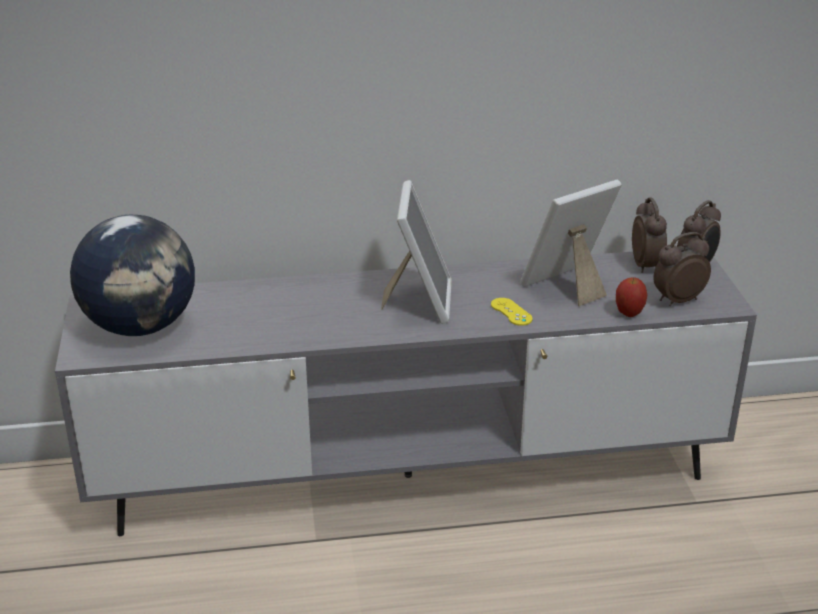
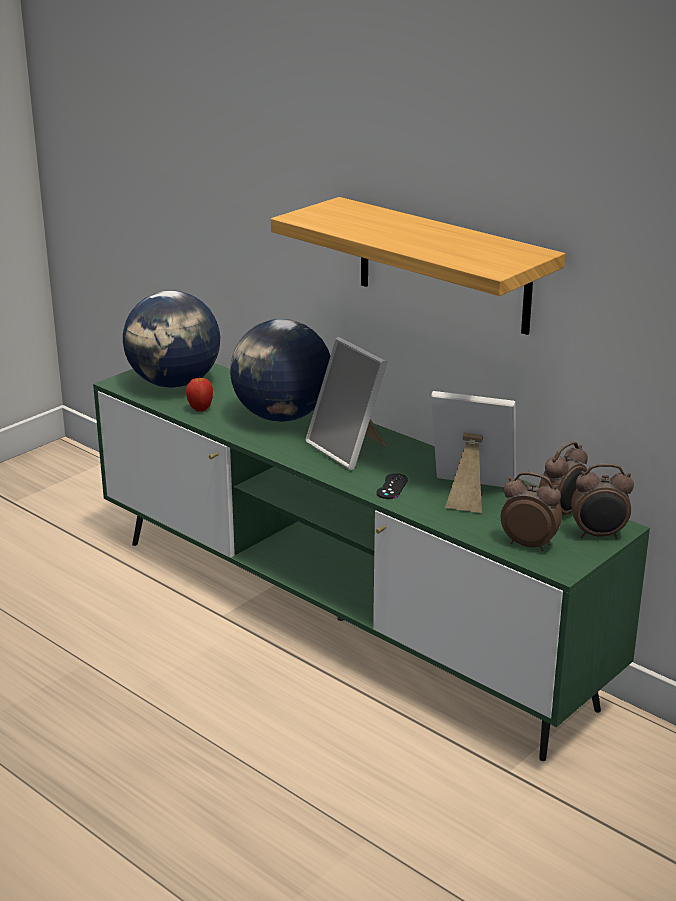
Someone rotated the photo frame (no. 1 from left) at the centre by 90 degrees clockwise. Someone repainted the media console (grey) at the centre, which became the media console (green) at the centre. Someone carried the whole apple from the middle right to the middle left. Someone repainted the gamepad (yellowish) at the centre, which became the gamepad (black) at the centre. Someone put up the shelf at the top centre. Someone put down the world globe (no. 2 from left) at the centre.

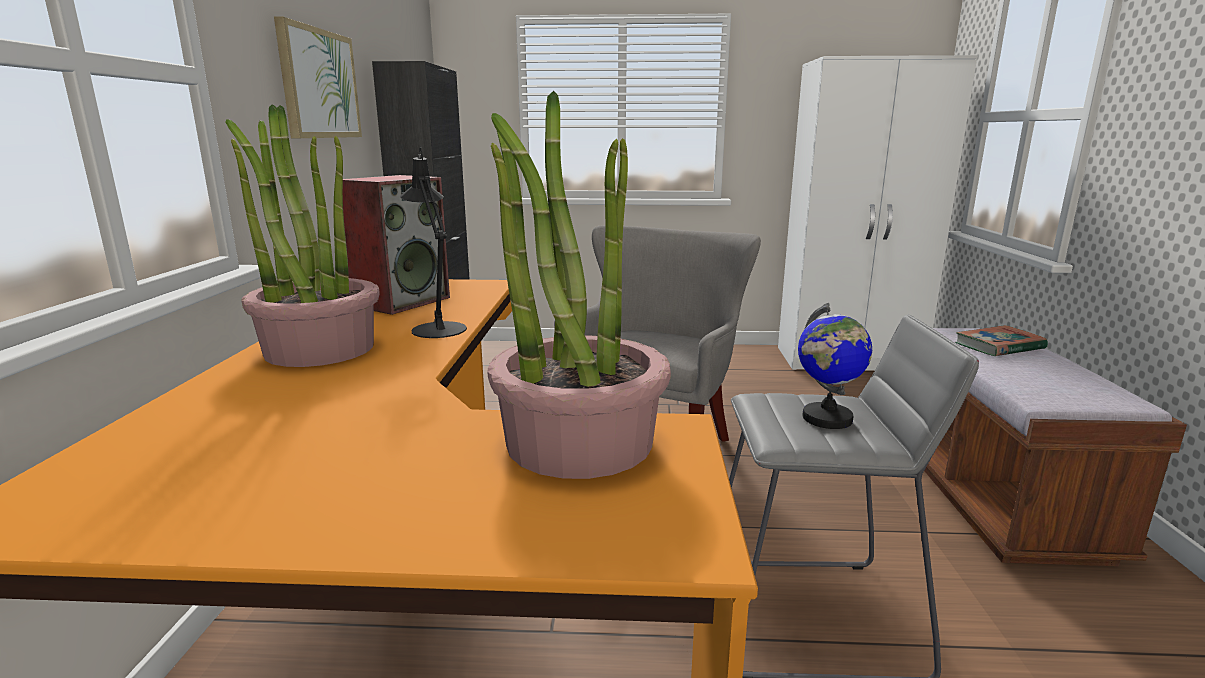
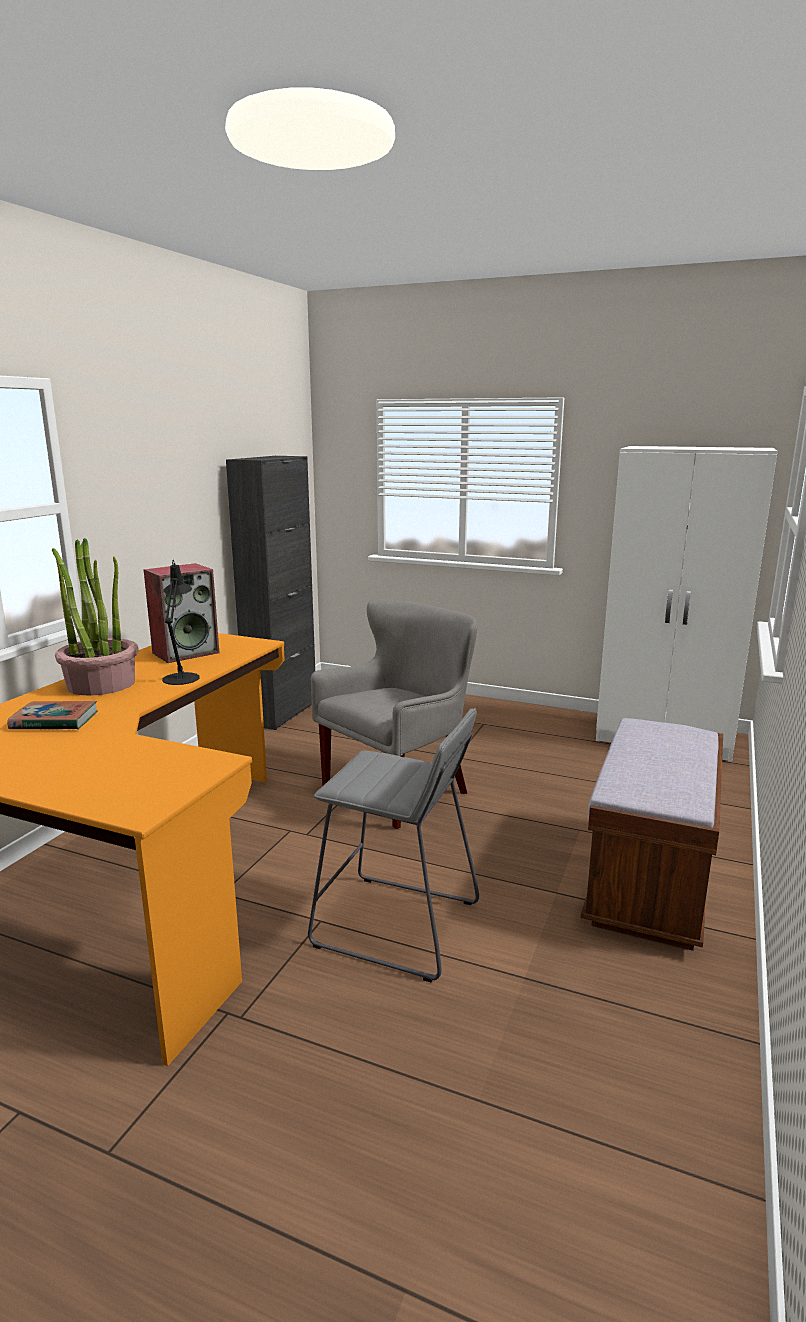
Someone took away the picture at the top left. Someone took away the potted plant (no. 2 from left) at the centre. Someone took away the world globe at the middle right. Someone carried the volume from the middle right to the middle left.

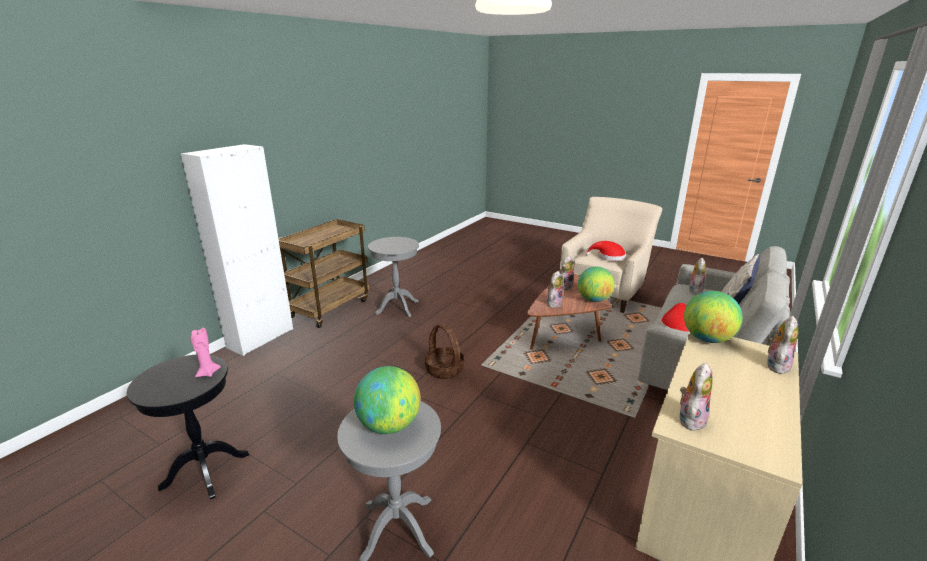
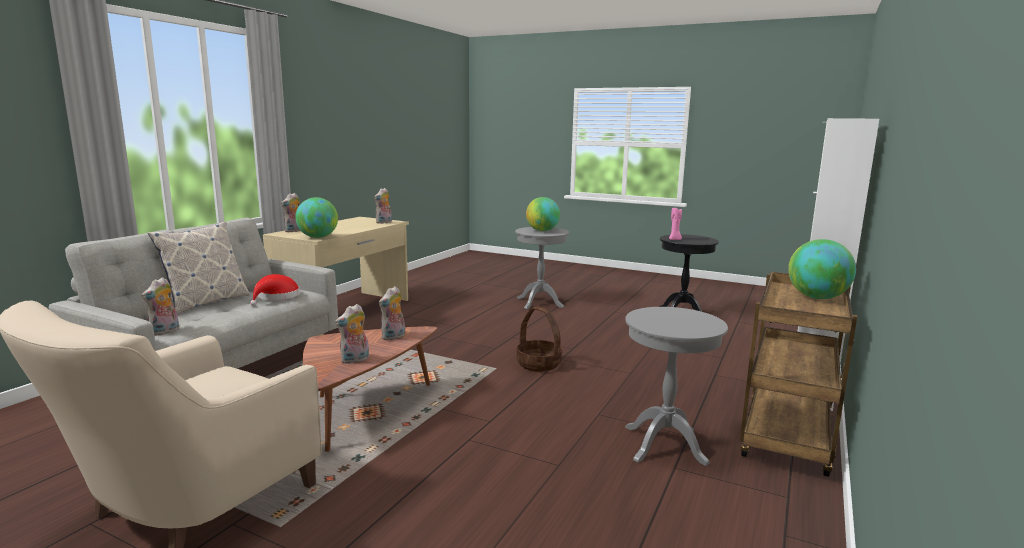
Someone took away the hat (red-coloured) (no. 1 from left) at the centre. Someone carried the world globe (no. 2 from left in the first image) from the centre to the middle right.

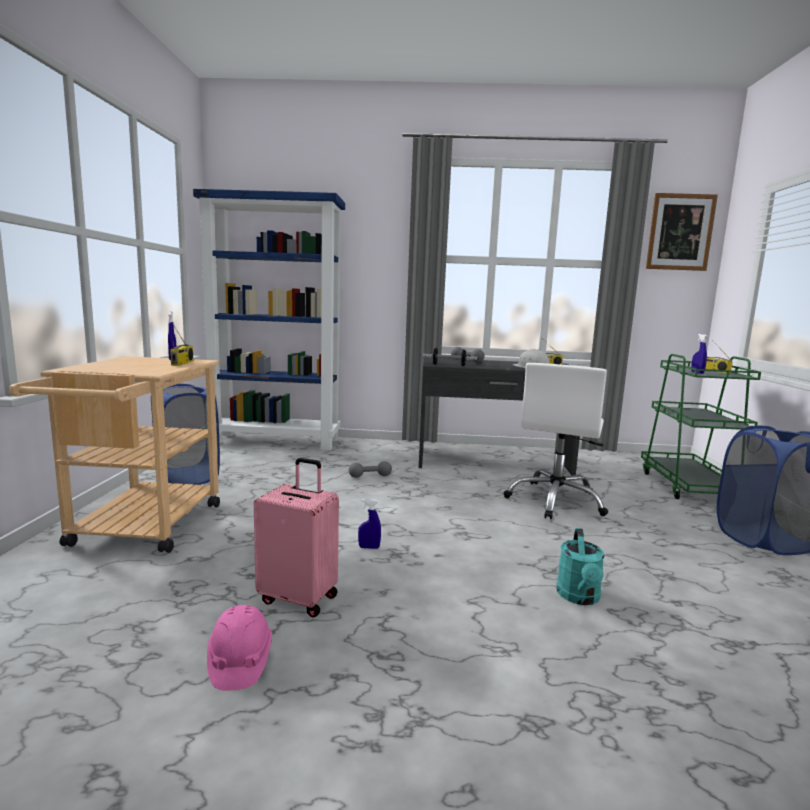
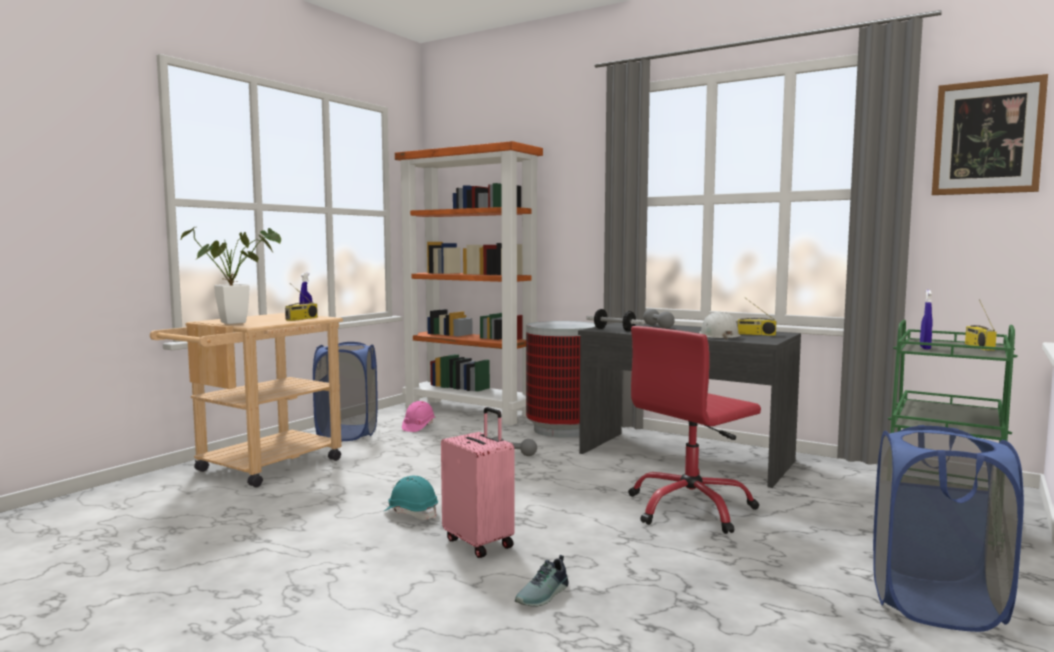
Someone repainted the shelving unit (blue-coloured) at the middle left, which became the shelving unit (orange) at the centre. Someone repainted the computer chair (whitish) at the middle right, which became the computer chair (red-coloured) at the centre. Someone carried the travel case (pinkish) from the centre to the bottom centre. Someone swapped the sprayer (blue-coloured) (no. 2 from left) at the centre for the work helmet (turquoise-coloured) at the bottom centre. Someone swapped the watering pot (turquoise-coloured) at the bottom right for the shoe at the bottom centre. Someone carried the work helmet (pinkish) from the bottom left to the centre. Someone put down the potted plant at the middle left. Someone put down the rubbish bin at the centre.

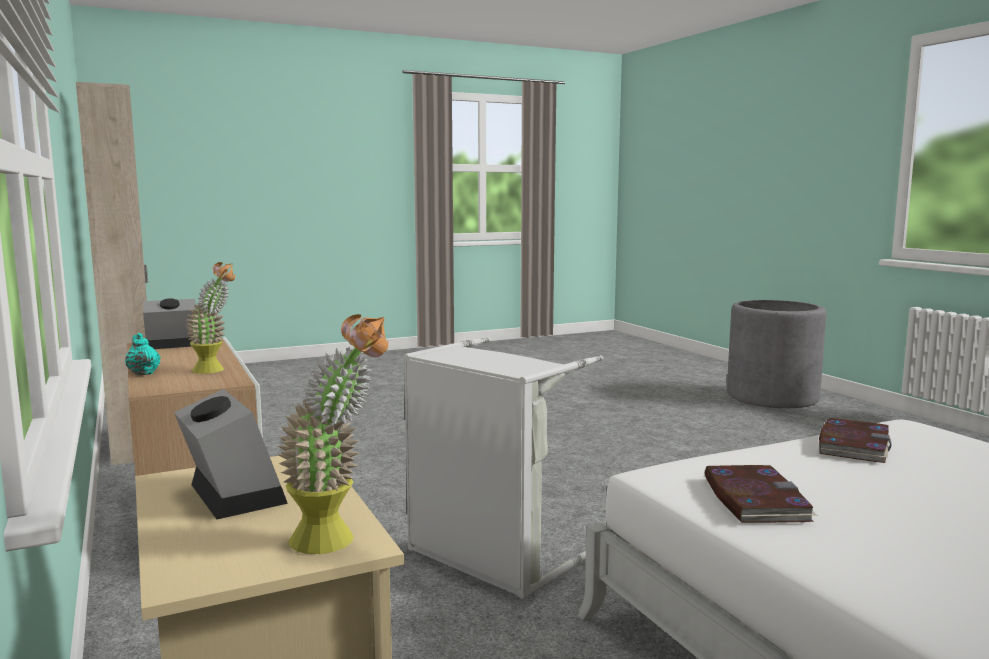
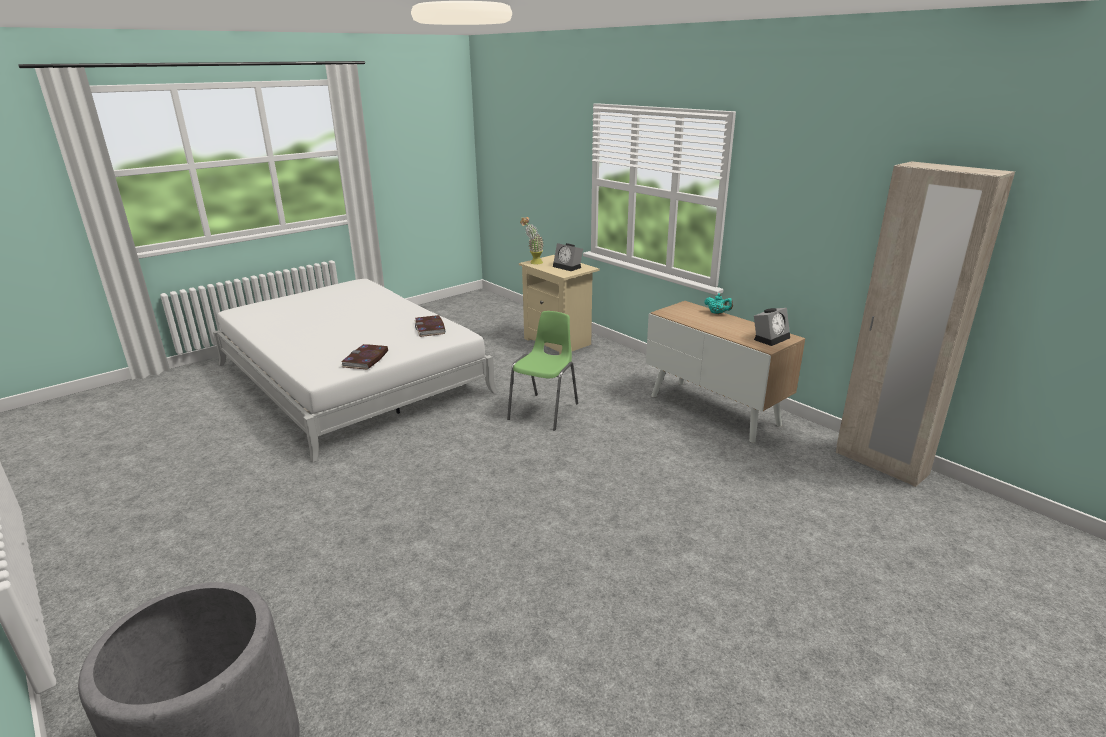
Someone took away the potted plant (no. 1 from left) at the middle left. Someone swapped the hamper (grey) at the bottom centre for the plain chair (green) at the centre.

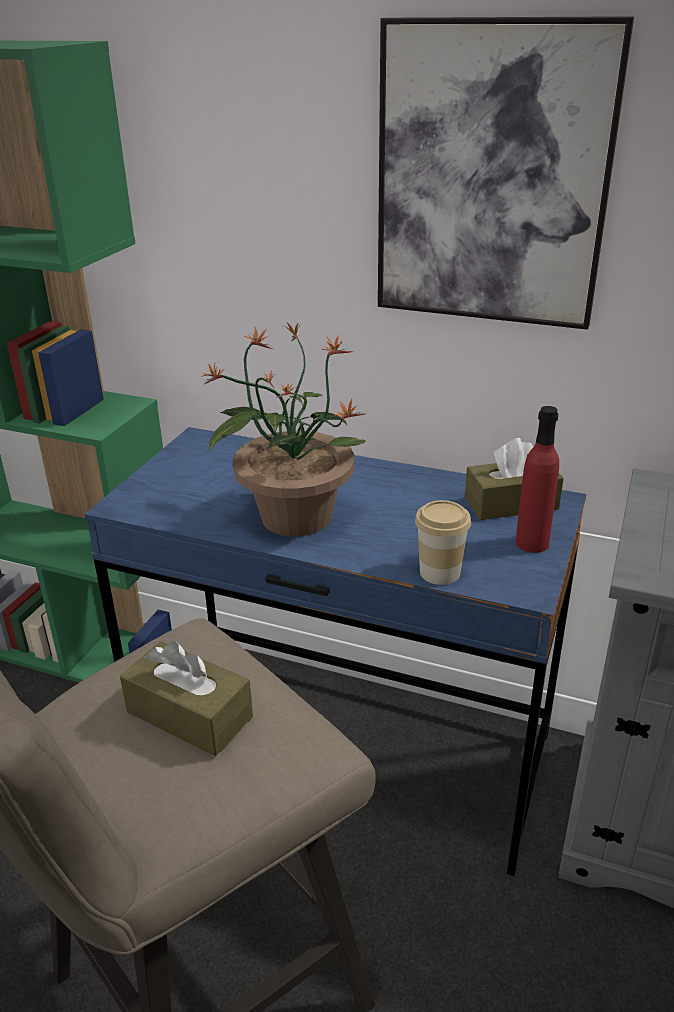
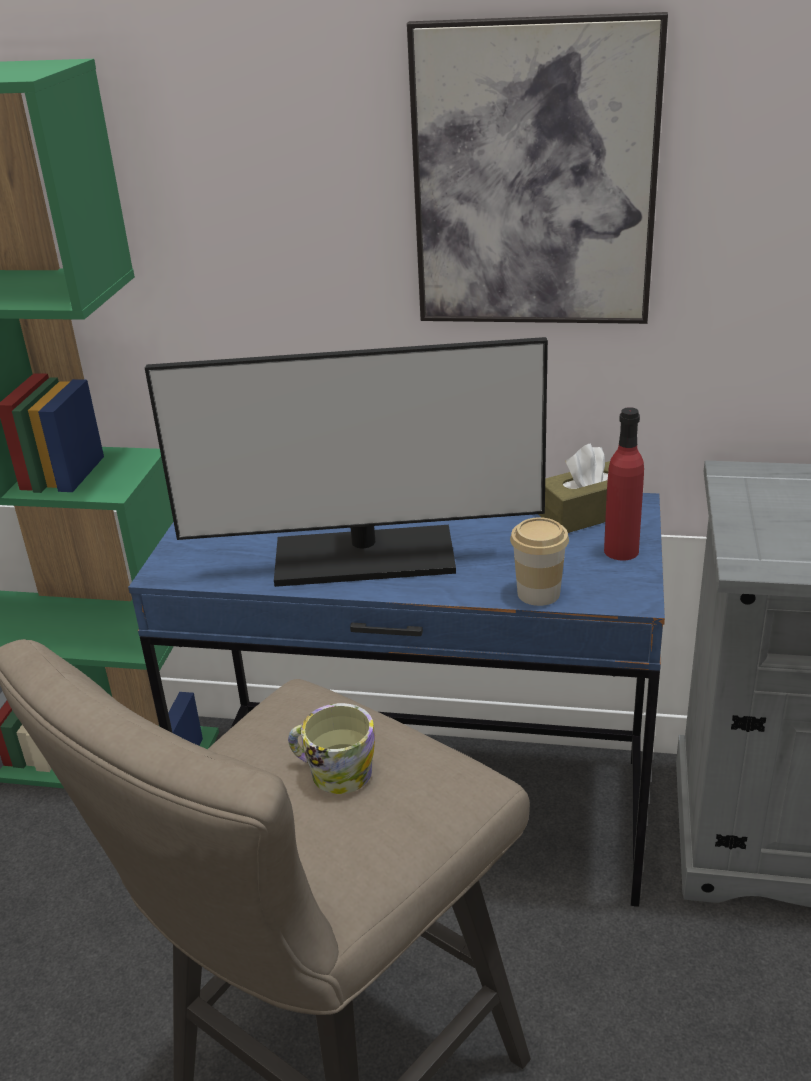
Someone swapped the potted plant at the centre for the computer screen at the centre. Someone swapped the tissue box (brown) (no. 1 from left) at the bottom left for the coffee mug at the bottom centre.

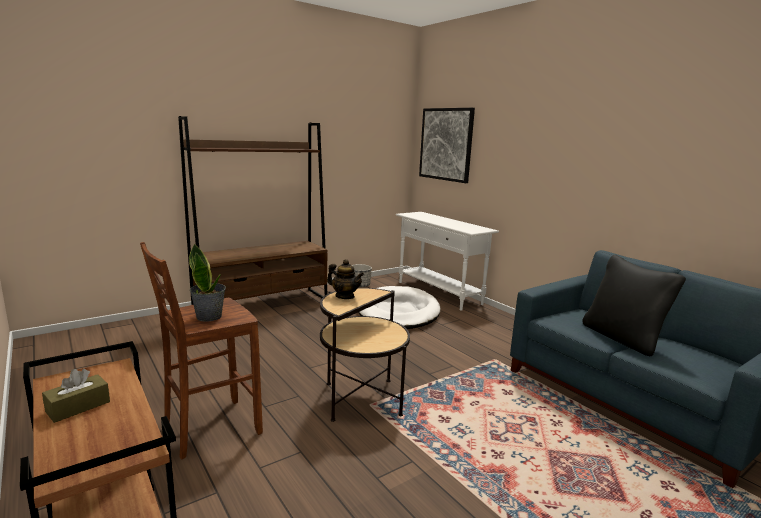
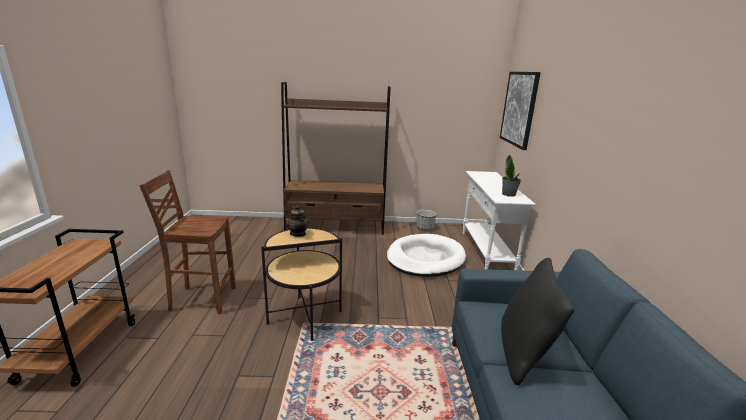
Someone carried the potted plant from the middle left to the middle right. Someone took away the tissue box (brown) at the bottom left.

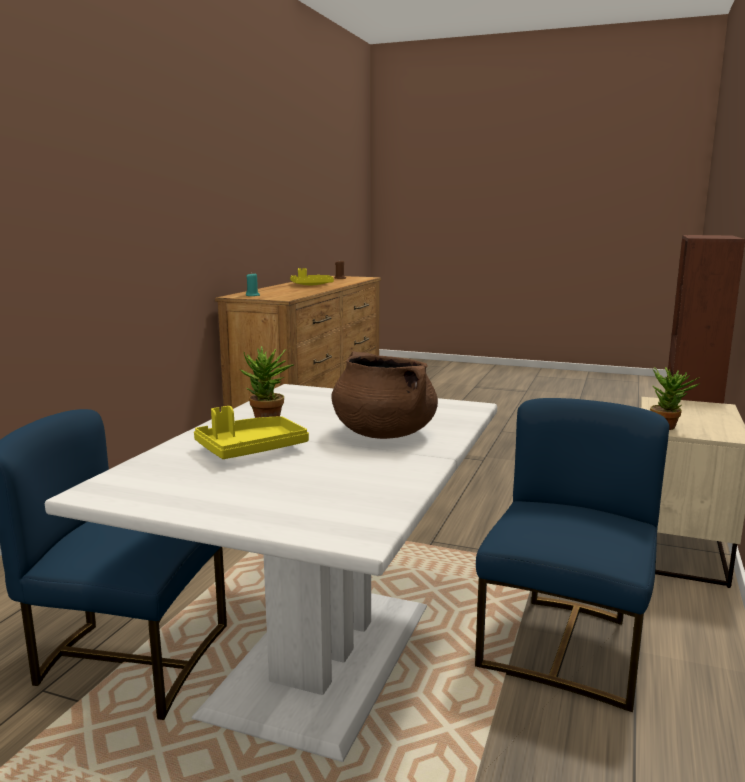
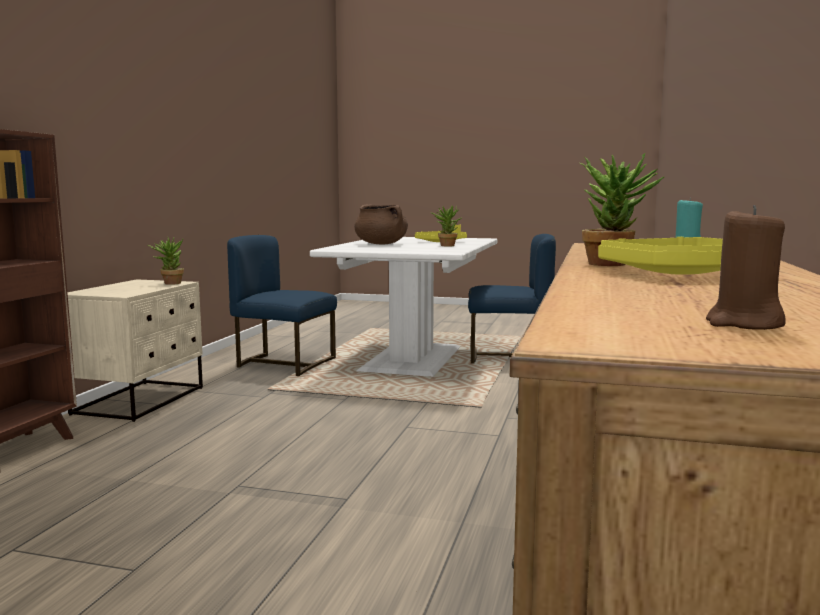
Someone rotated the plain chair (blue-coloured) (no. 2 from left in the first image) at the bottom right by 90 degrees clockwise. Someone put down the potted plant (no. 3 from left) at the middle right.

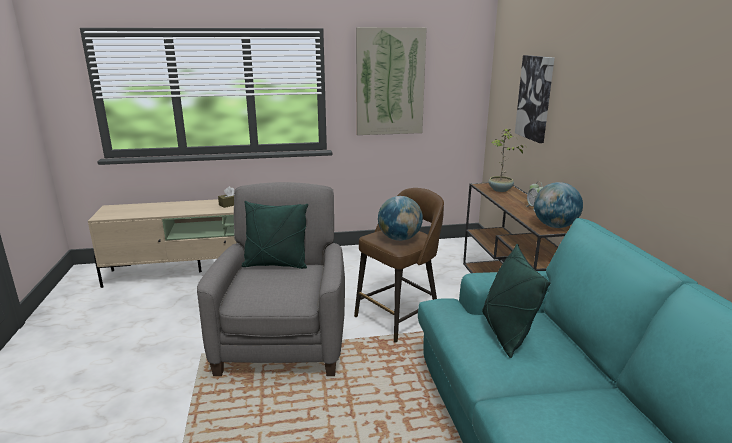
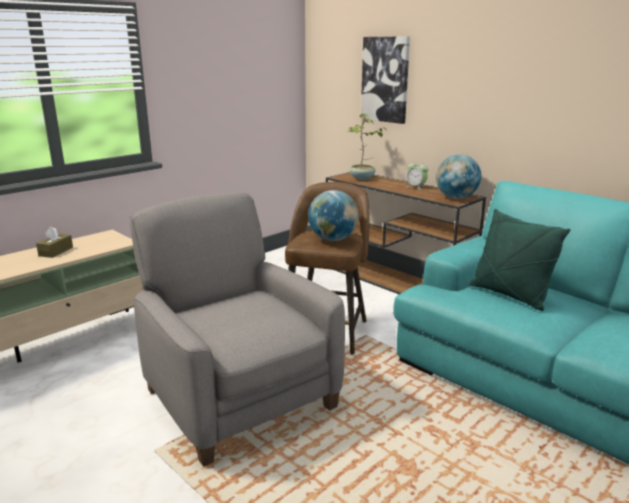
Someone took away the picture (no. 1 from left) at the top centre. Someone took away the pillow (green) (no. 1 from left) at the centre.

